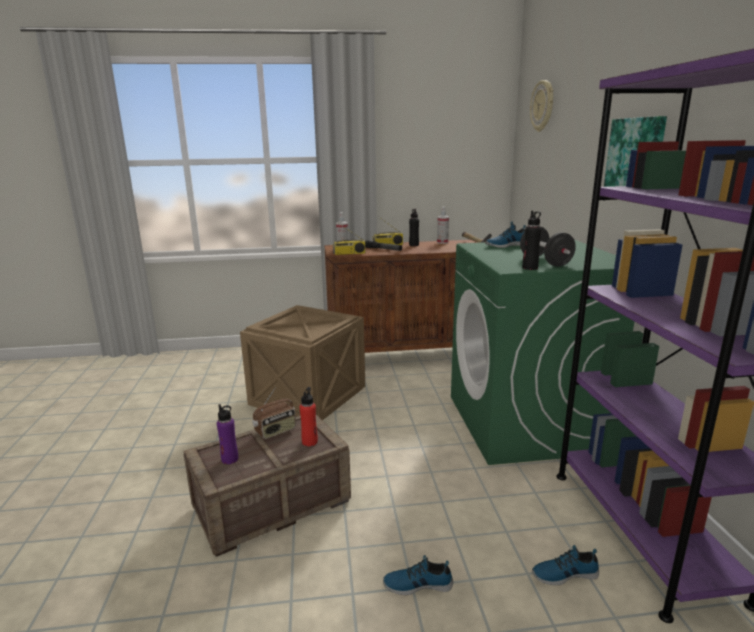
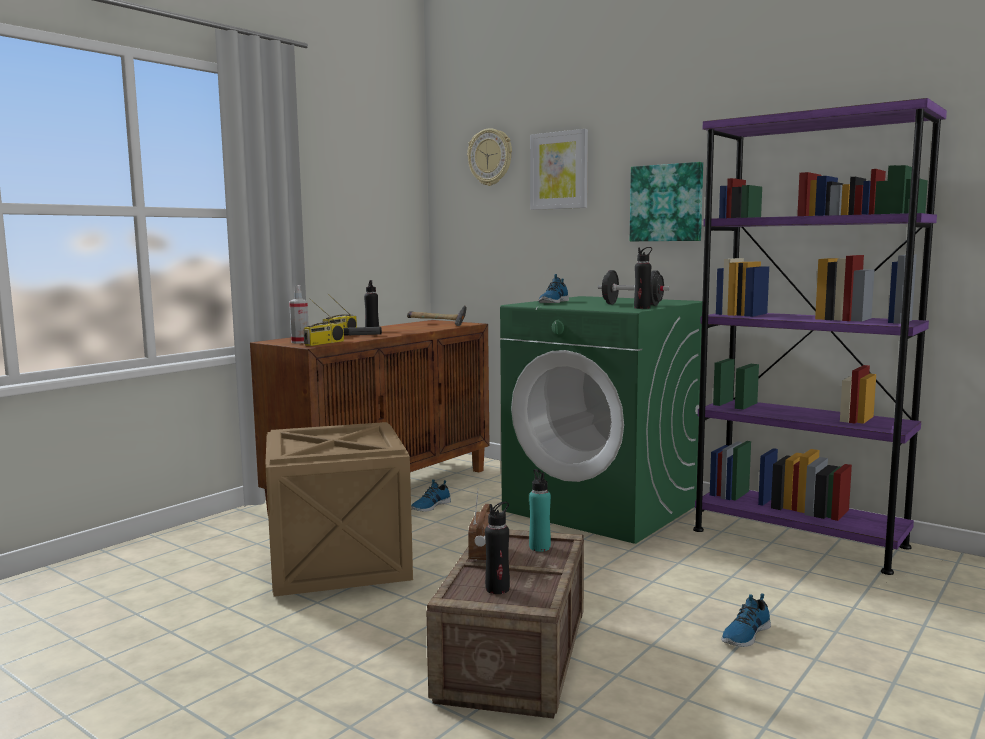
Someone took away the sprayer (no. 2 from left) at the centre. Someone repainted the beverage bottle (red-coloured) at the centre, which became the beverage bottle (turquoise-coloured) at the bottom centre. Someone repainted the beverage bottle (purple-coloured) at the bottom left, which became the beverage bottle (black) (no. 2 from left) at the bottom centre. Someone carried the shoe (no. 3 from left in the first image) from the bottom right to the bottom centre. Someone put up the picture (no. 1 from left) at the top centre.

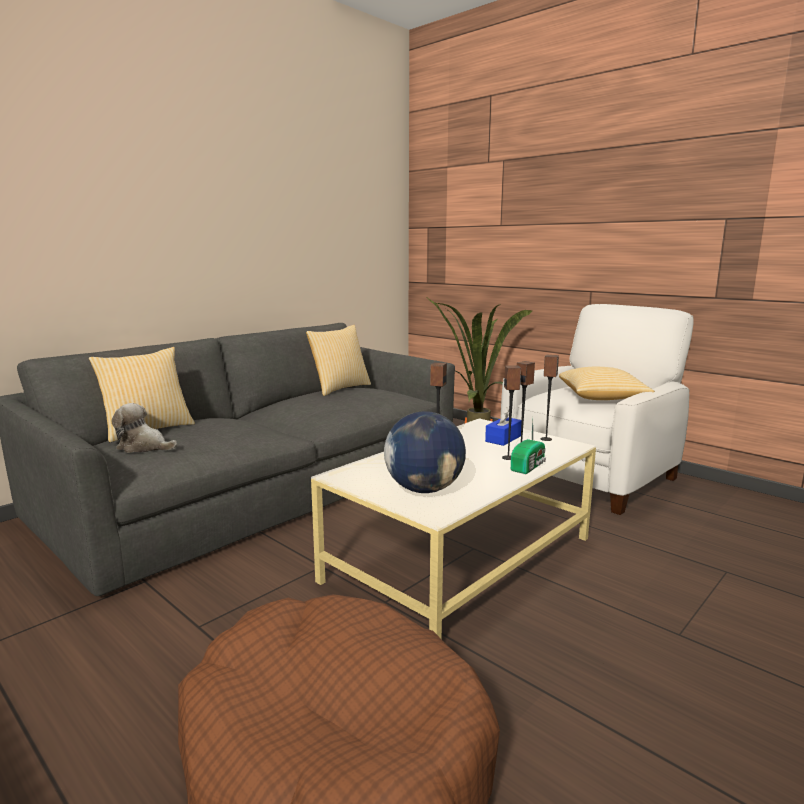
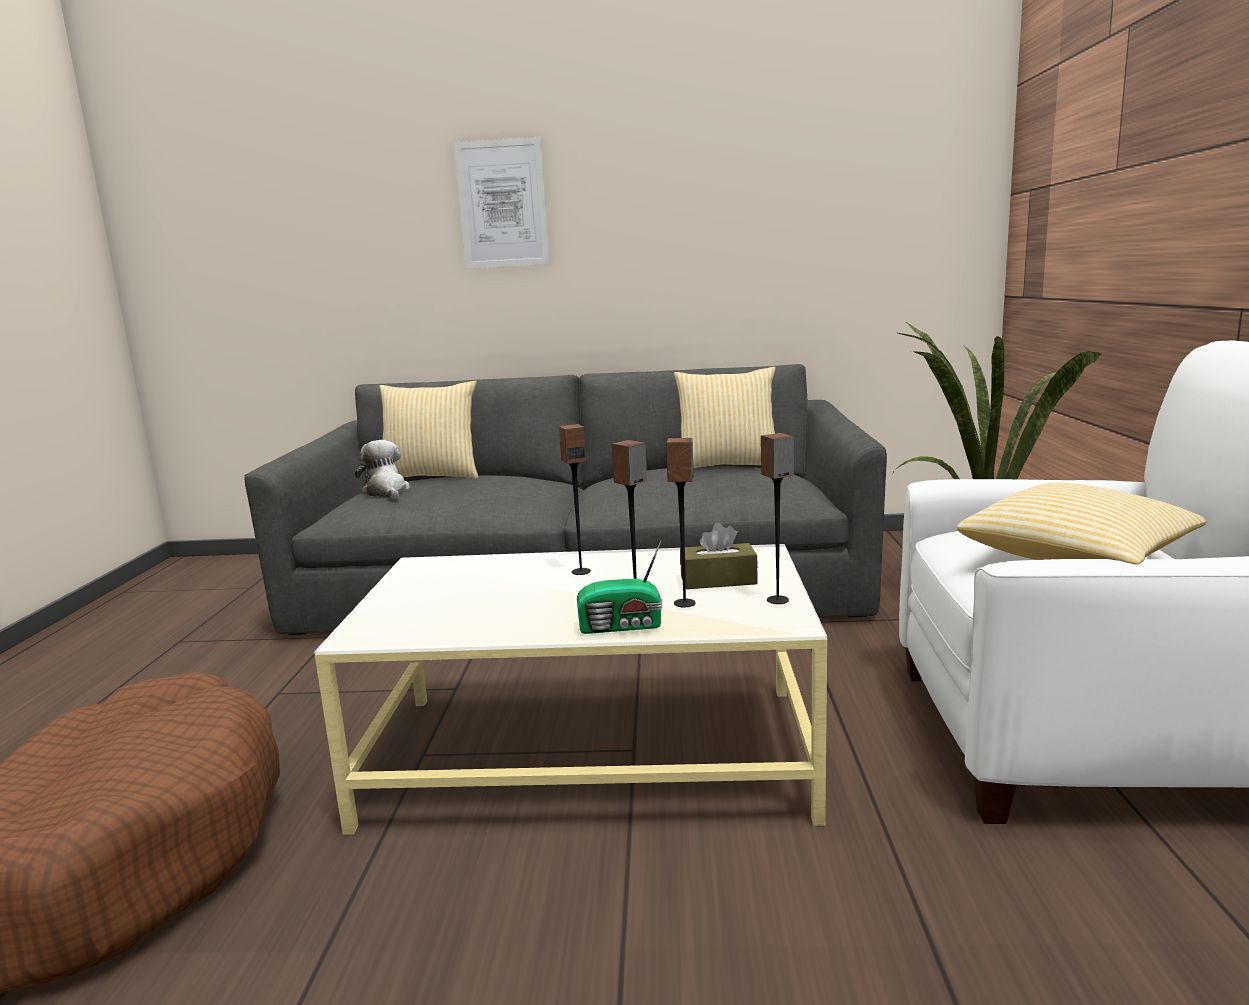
Someone repainted the tissue box (blue-coloured) at the centre, which became the tissue box (brown) at the centre. Someone took away the world globe at the centre. Someone put up the picture at the top centre.

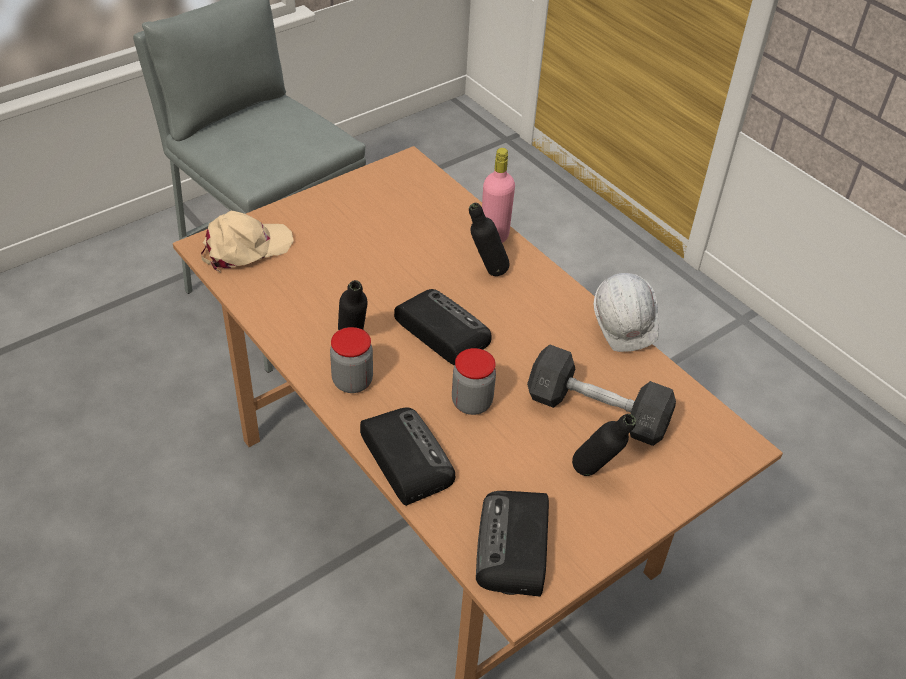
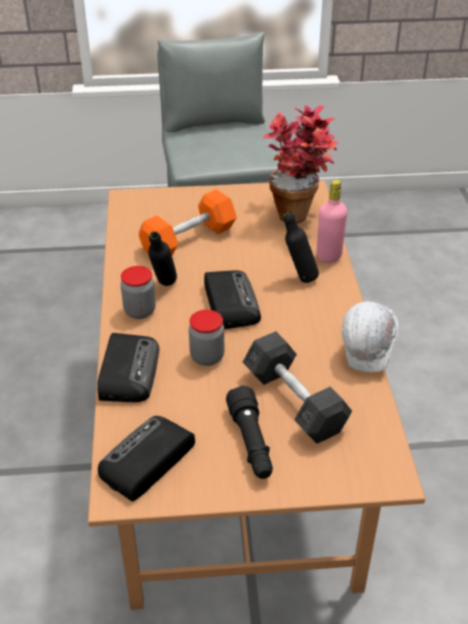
Someone took away the cap (beige) at the middle left. Someone swapped the beverage bottle (black) (no. 3 from left) at the middle right for the torch (black) at the bottom centre. Someone put down the potted plant at the top centre. Someone put down the dumbbell (orange) at the centre.

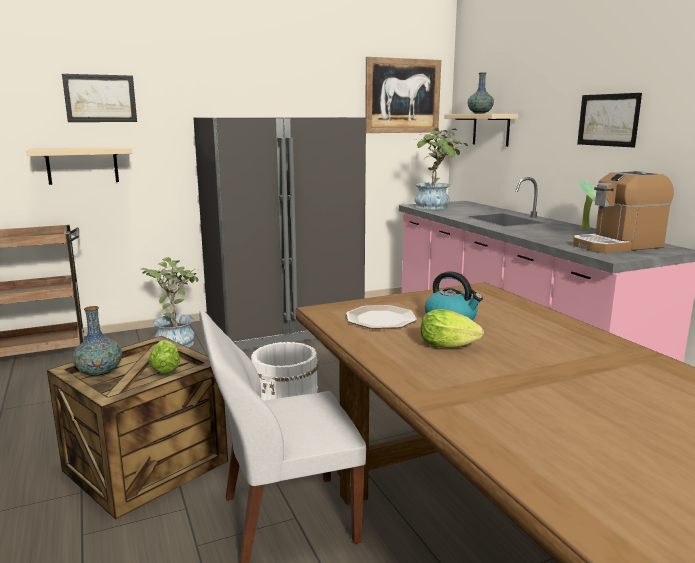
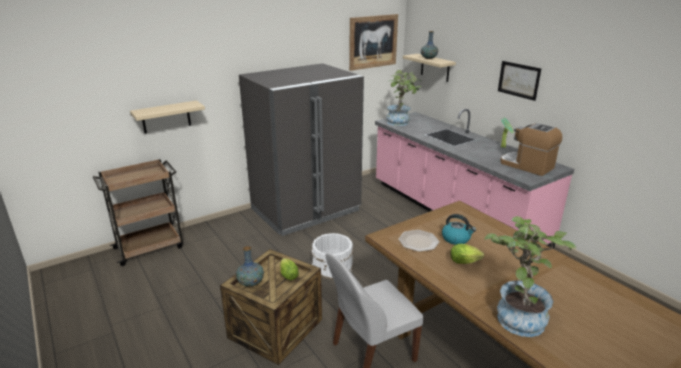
Someone took away the picture (no. 1 from left) at the top left. Someone rotated the coffee brewer at the middle right by 75 degrees clockwise. Someone carried the potted plant (no. 1 from left in the first image) from the middle left to the bottom right.

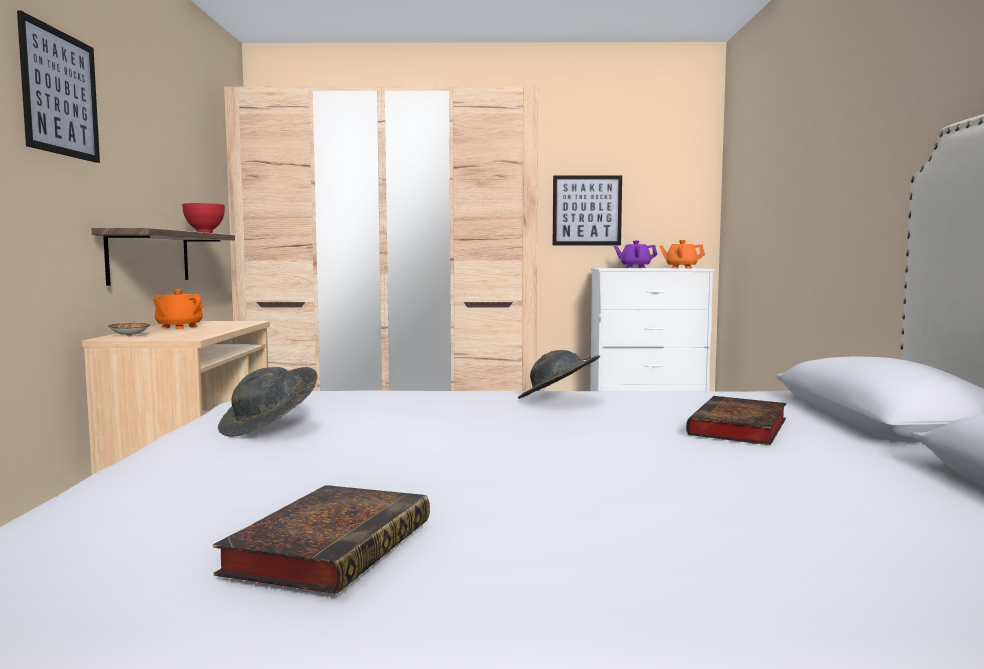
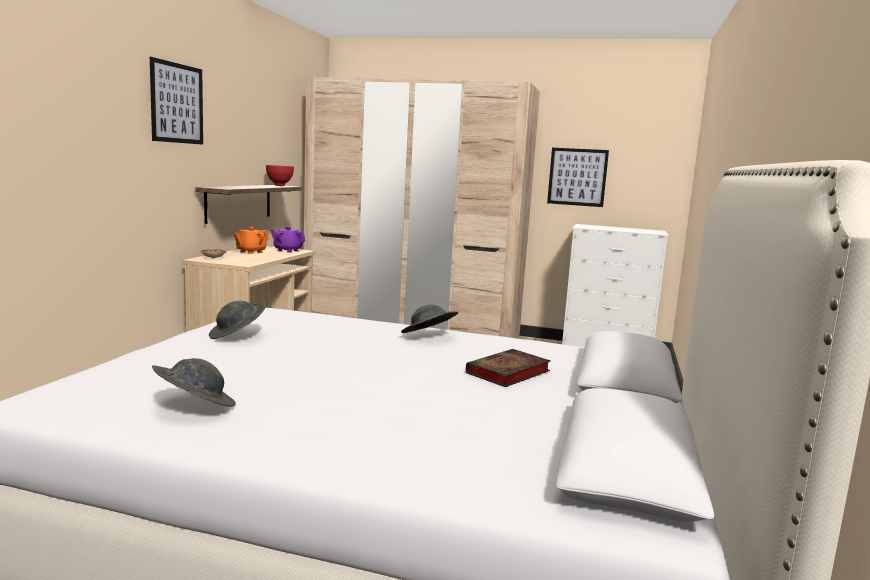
Someone took away the tea pot (orange) (no. 2 from left) at the middle right. Someone carried the tea pot (purple-coloured) from the centre to the middle left. Someone swapped the volume (no. 1 from left) at the bottom left for the hat (grey) (no. 1 from left) at the middle left.

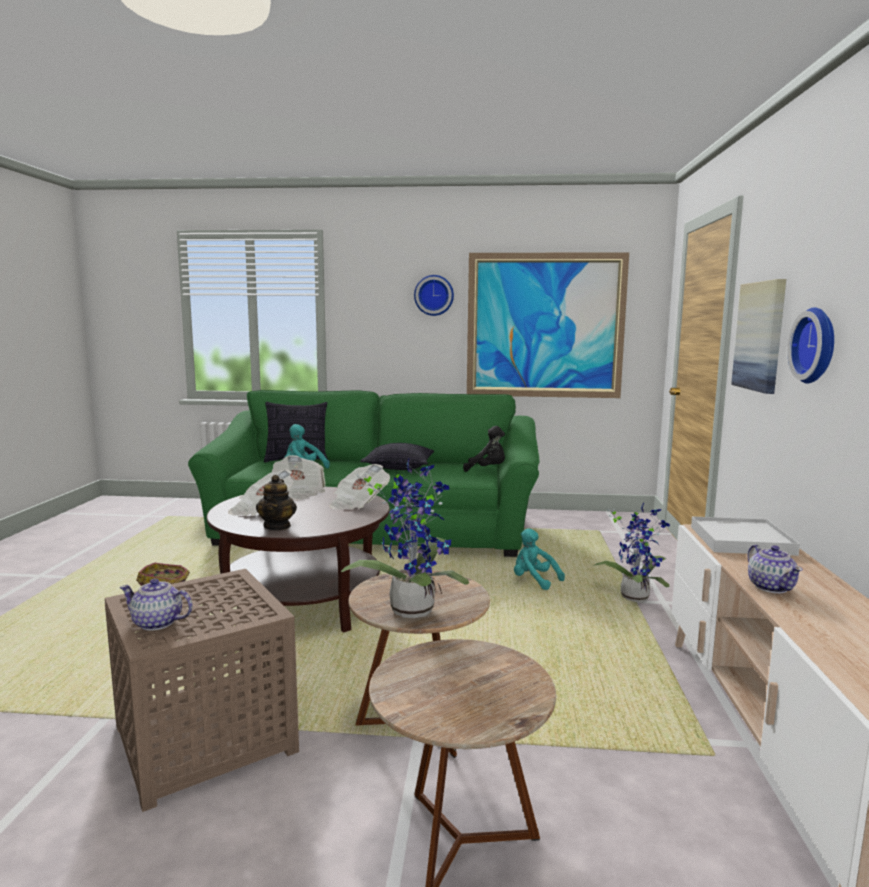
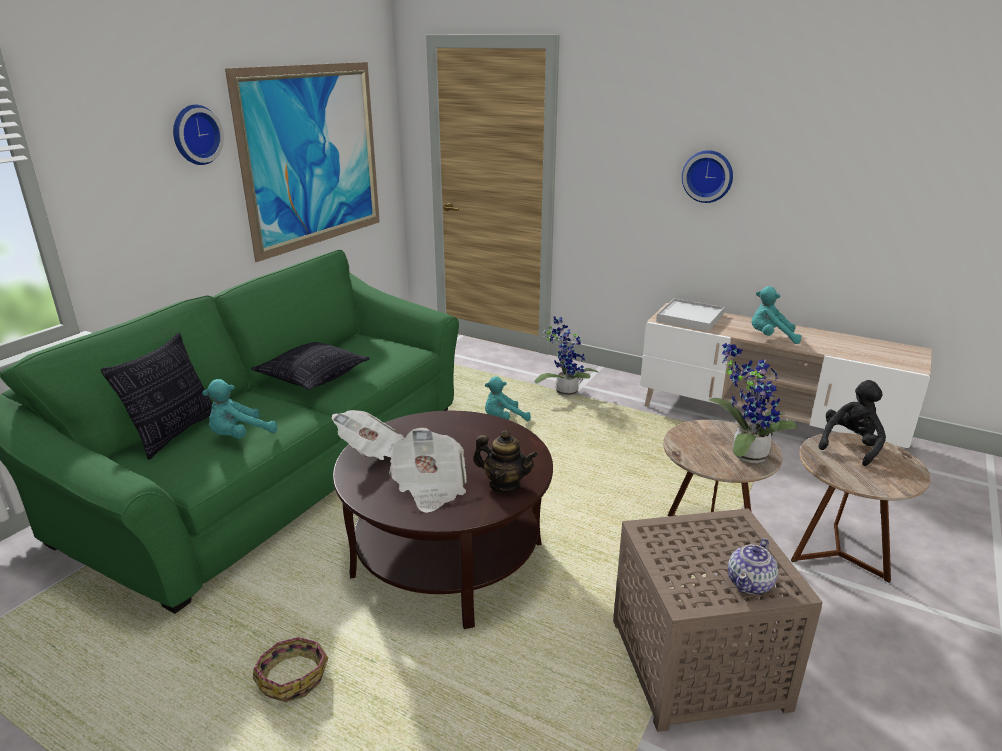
Someone took away the picture (no. 2 from left) at the middle right. Someone carried the plush toy (black) from the centre to the middle right. Someone took away the newspaper (no. 3 from left) at the centre. Someone swapped the tea pot (no. 3 from left) at the middle right for the plush toy (turquoise-coloured) (no. 3 from left) at the middle right.

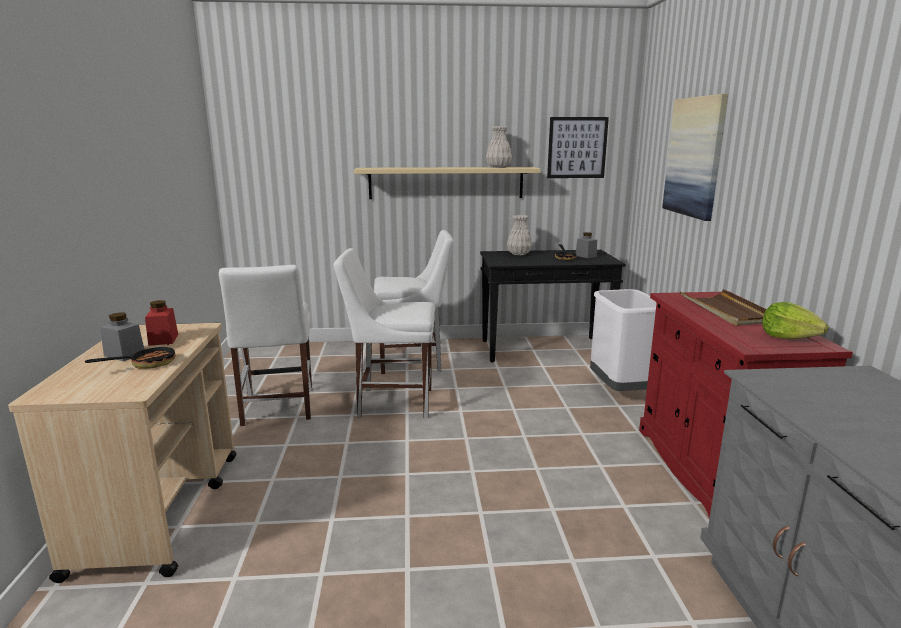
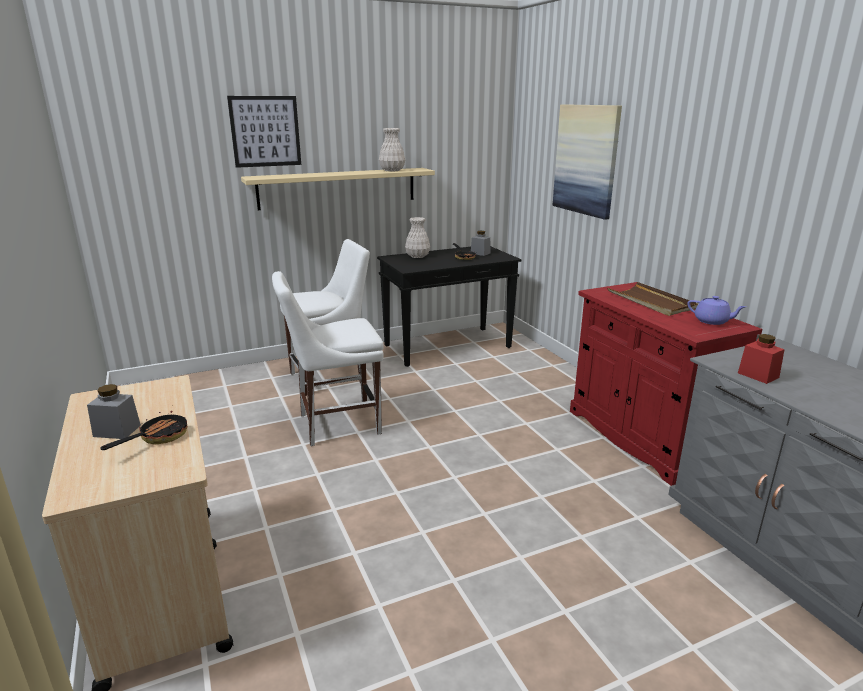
Someone carried the picture (no. 1 from left) from the top centre to the top left. Someone took away the plain chair (whitish) (no. 1 from left) at the middle left. Someone took away the rubbish bin (whitish) at the middle right. Someone carried the storage jar (red-coloured) from the middle left to the middle right. Someone swapped the head of lettuce at the middle right for the tea pot (purple-coloured) at the middle right.

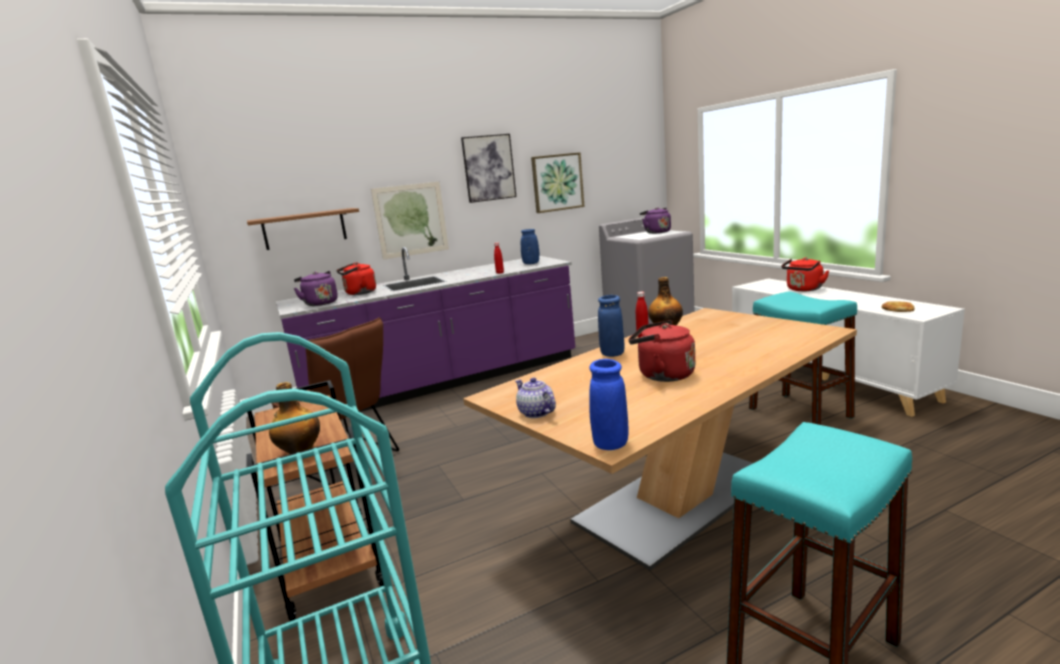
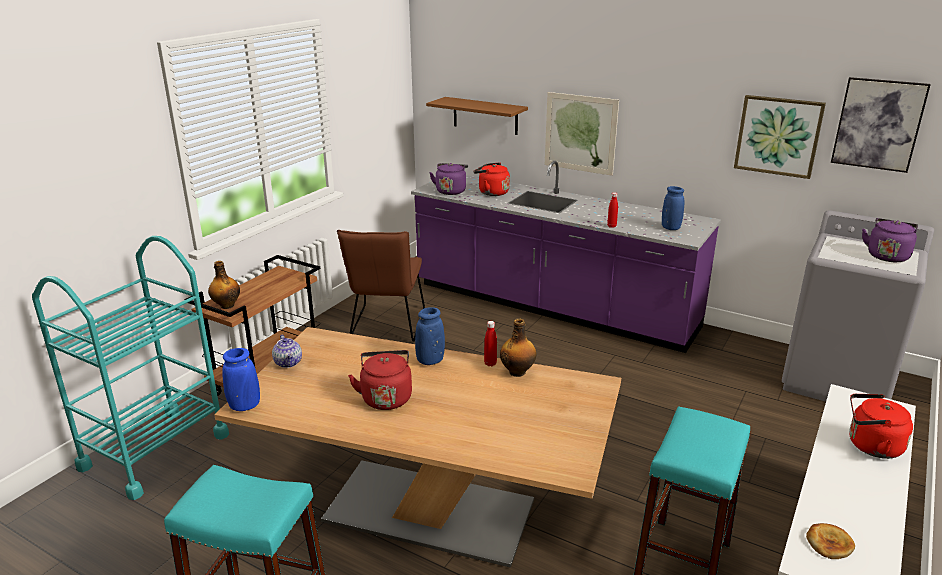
Someone carried the picture (no. 2 from left in the first image) from the top centre to the top right. Someone rotated the tea pot at the centre by 135 degrees clockwise.

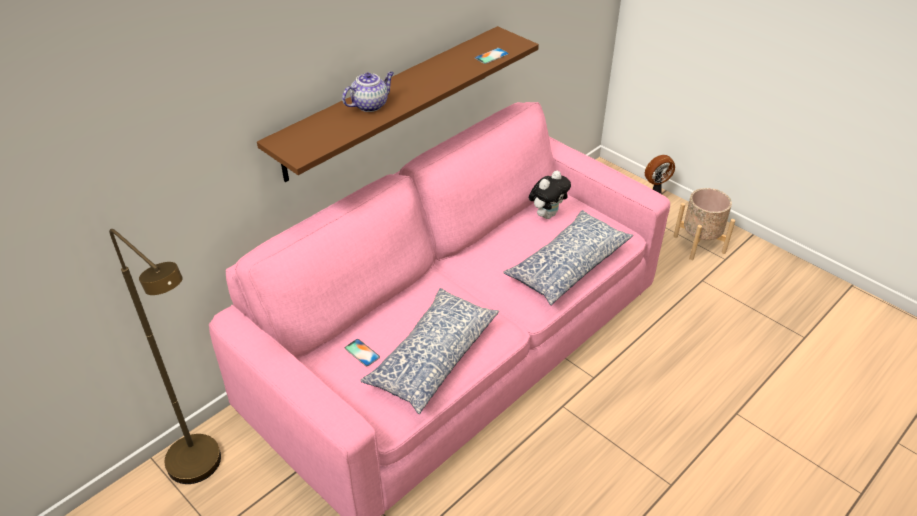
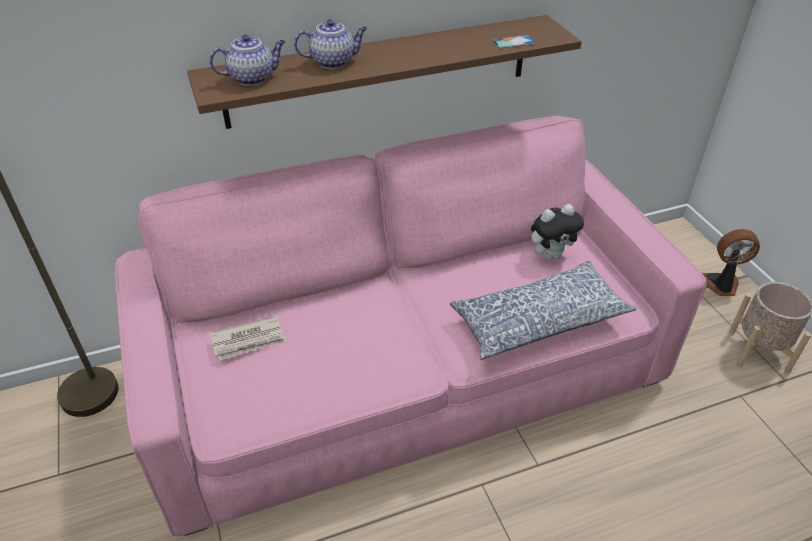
Someone took away the pillow (no. 1 from left) at the bottom centre. Someone swapped the phone (no. 1 from left) at the bottom centre for the newspaper at the middle left. Someone put down the tea pot (no. 1 from left) at the top left.

